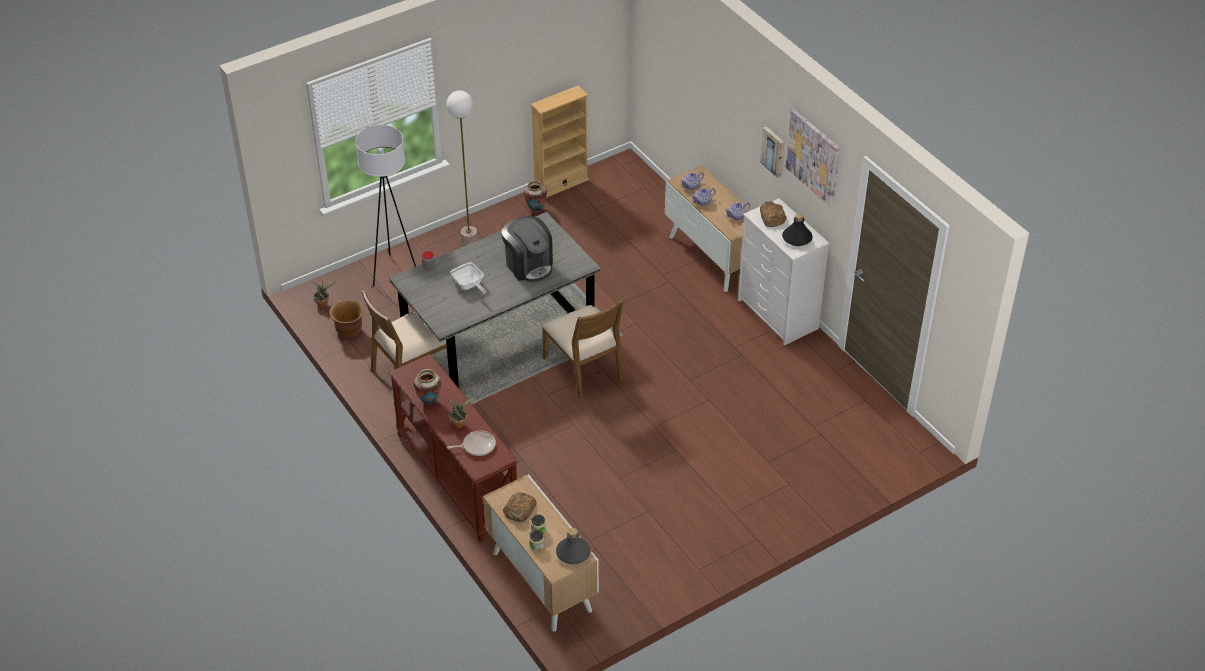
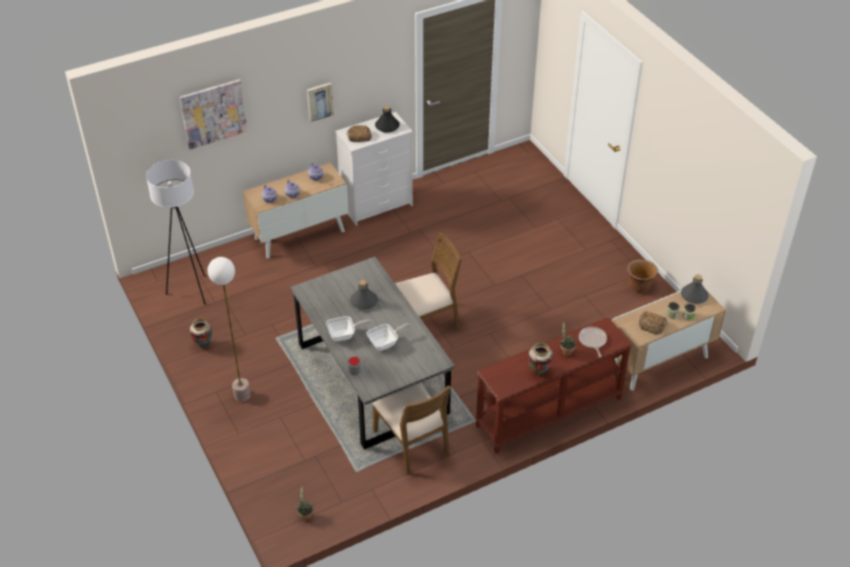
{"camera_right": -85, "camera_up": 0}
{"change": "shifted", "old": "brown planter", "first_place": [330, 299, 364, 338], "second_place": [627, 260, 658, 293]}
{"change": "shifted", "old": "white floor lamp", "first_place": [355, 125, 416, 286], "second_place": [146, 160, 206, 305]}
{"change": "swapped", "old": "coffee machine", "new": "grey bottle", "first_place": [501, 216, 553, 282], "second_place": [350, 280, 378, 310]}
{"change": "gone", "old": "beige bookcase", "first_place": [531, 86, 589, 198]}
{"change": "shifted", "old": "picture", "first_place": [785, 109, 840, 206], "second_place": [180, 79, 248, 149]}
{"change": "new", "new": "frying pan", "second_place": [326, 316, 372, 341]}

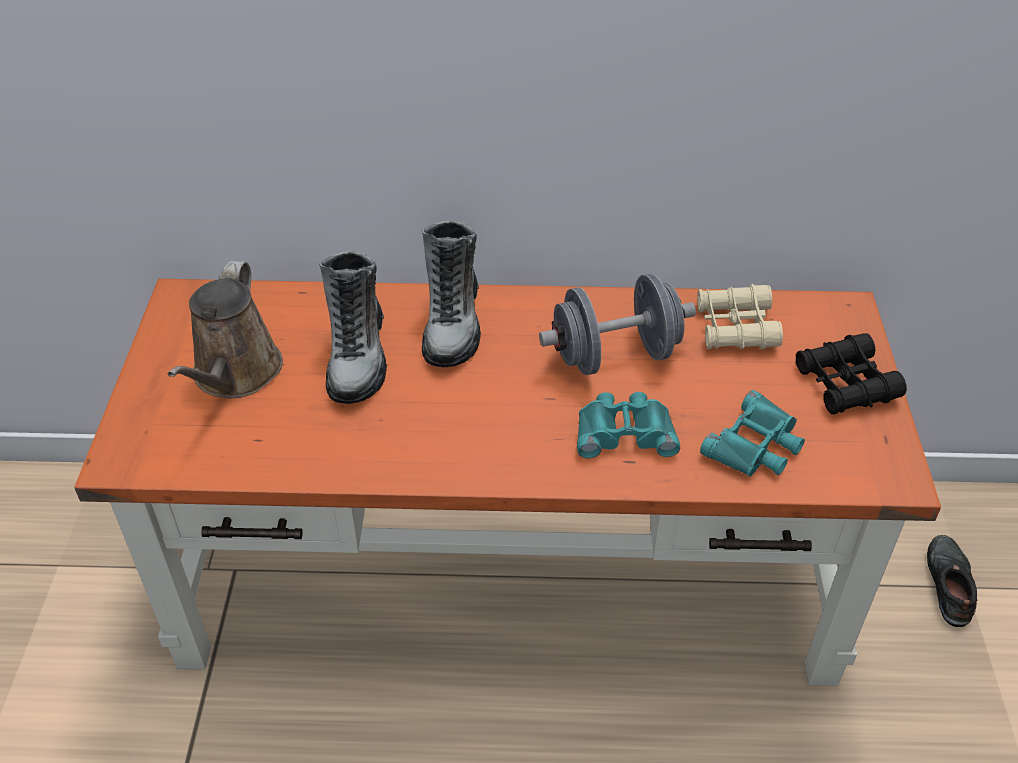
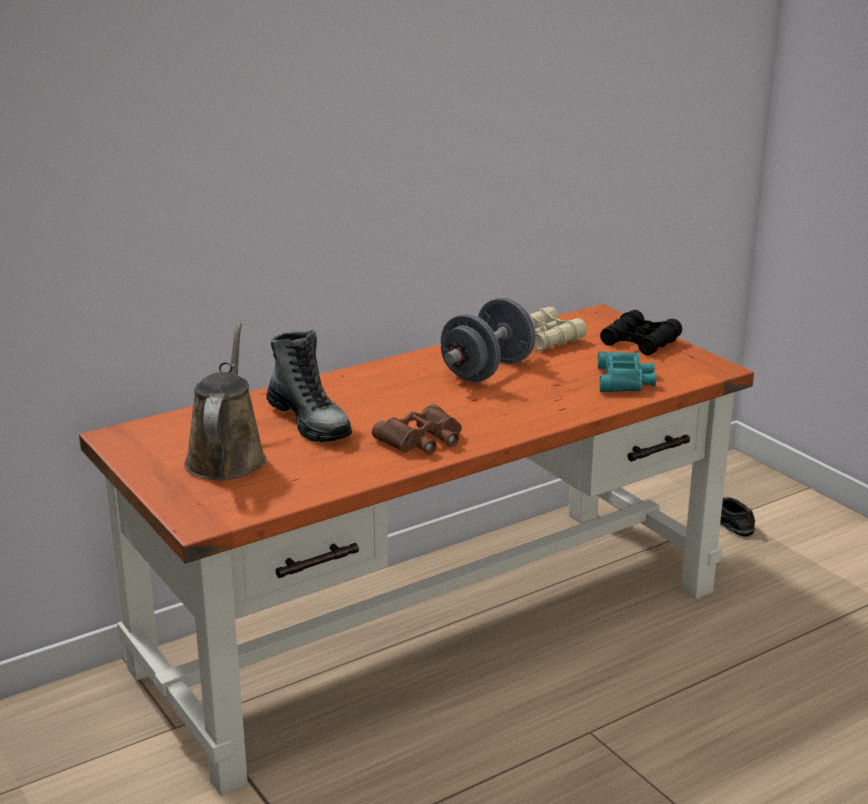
{"camera_right": -35, "camera_up": -20}
{"change": "rotated", "old": "brown watering can", "first_place": [168, 261, 283, 398], "second_place": [184, 323, 267, 480], "degrees": -150}
{"change": "gone", "old": "boot", "first_place": [422, 220, 481, 368]}
{"change": "gone", "old": "turquoise binoculars", "first_place": [577, 392, 680, 458]}
{"change": "new", "new": "brown binoculars", "second_place": [372, 404, 462, 455]}

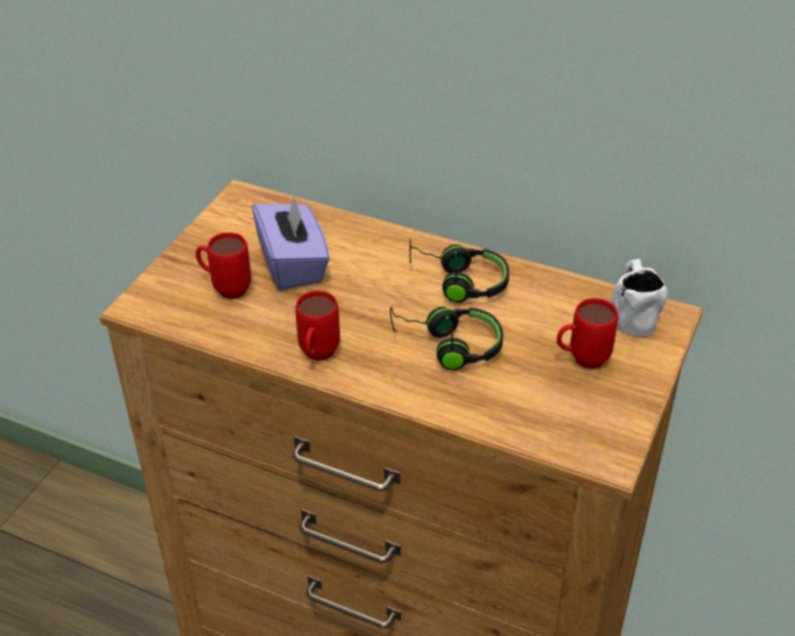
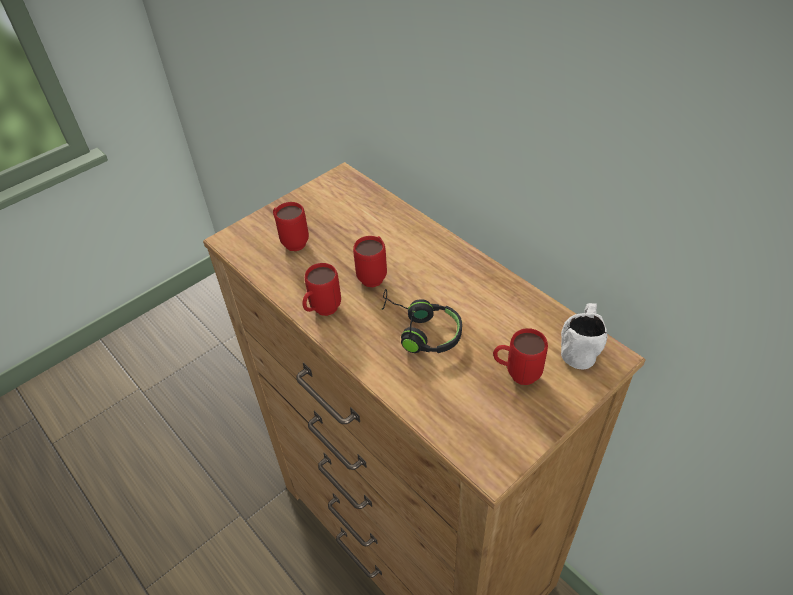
{"camera_right": 25, "camera_up": 5}
{"change": "gone", "old": "purple tissue box", "first_place": [252, 195, 330, 290]}
{"change": "gone", "old": "black headphones", "first_place": [409, 239, 509, 303]}
{"change": "new", "new": "red mug", "second_place": [353, 236, 387, 287]}

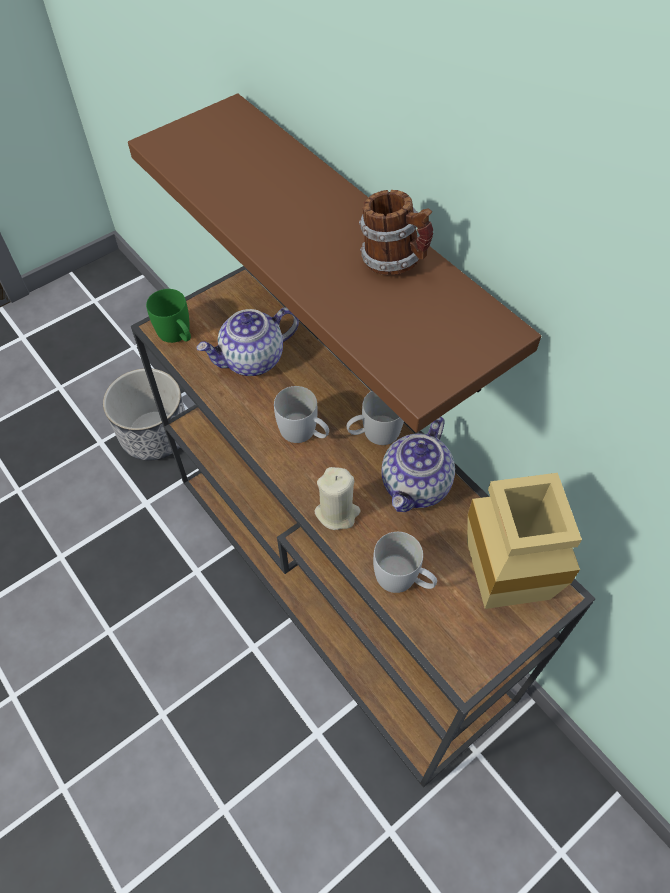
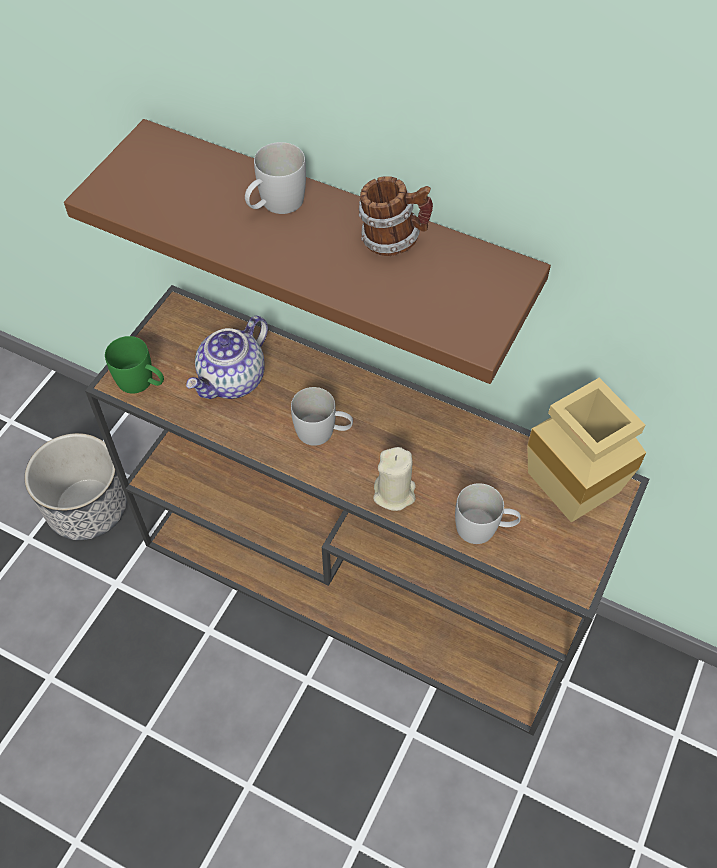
{"camera_right": -25, "camera_up": 0}
{"change": "shifted", "old": "white mug", "first_place": [347, 391, 404, 445], "second_place": [245, 142, 306, 214]}
{"change": "gone", "old": "teapot", "first_place": [381, 417, 455, 512]}

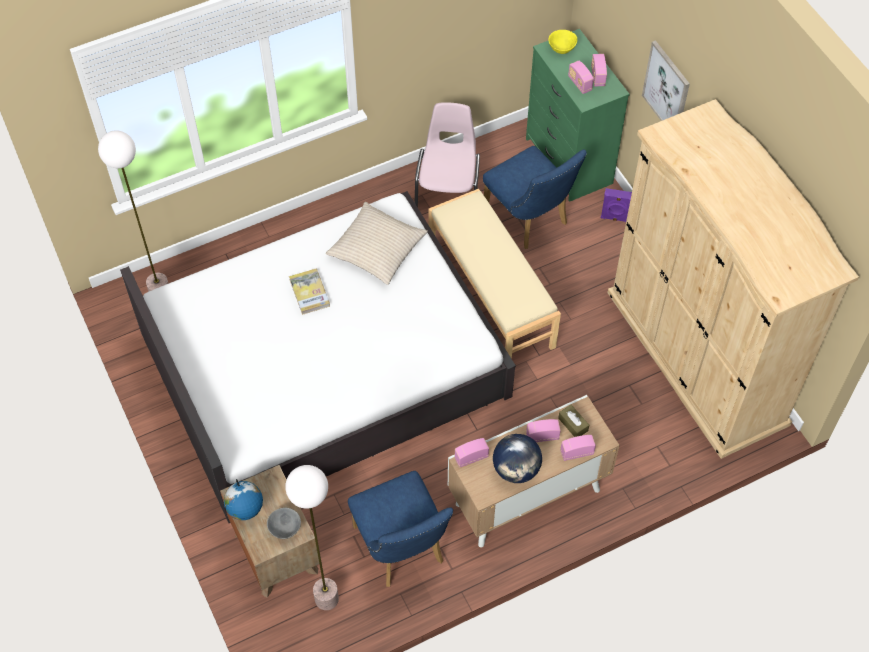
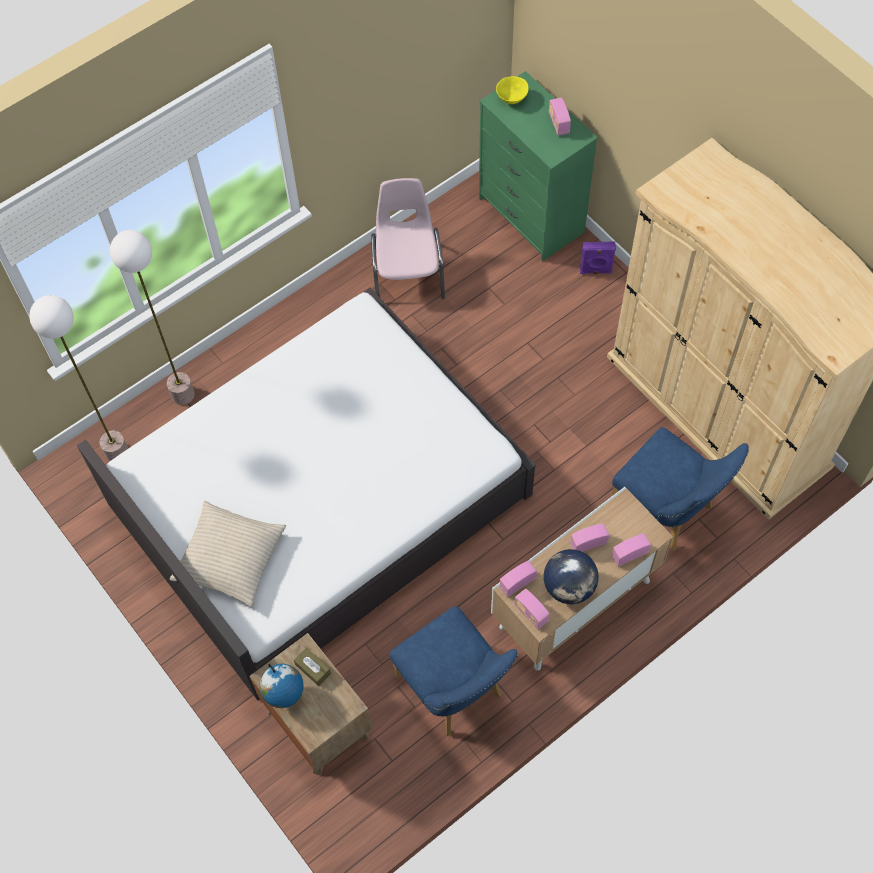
{"camera_right": -10, "camera_up": 5}
{"change": "gone", "old": "grey bowl", "first_place": [267, 508, 301, 539]}
{"change": "shifted", "old": "floor lamp", "first_place": [285, 465, 339, 610], "second_place": [110, 230, 195, 405]}
{"change": "gone", "old": "book", "first_place": [289, 268, 330, 315]}
{"change": "shifted", "old": "beige pillow", "first_place": [326, 202, 428, 285], "second_place": [170, 501, 286, 607]}
{"change": "gone", "old": "beige bench", "first_place": [428, 189, 561, 359]}
{"change": "shifted", "old": "blue chair", "first_place": [483, 146, 587, 249], "second_place": [611, 427, 749, 551]}
{"change": "shifted", "old": "brown tissue box", "first_place": [558, 405, 589, 437], "second_place": [294, 648, 331, 686]}
{"change": "shifted", "old": "radio", "first_place": [568, 60, 594, 94], "second_place": [514, 588, 550, 630]}
{"change": "gone", "old": "picture", "first_place": [642, 40, 690, 121]}

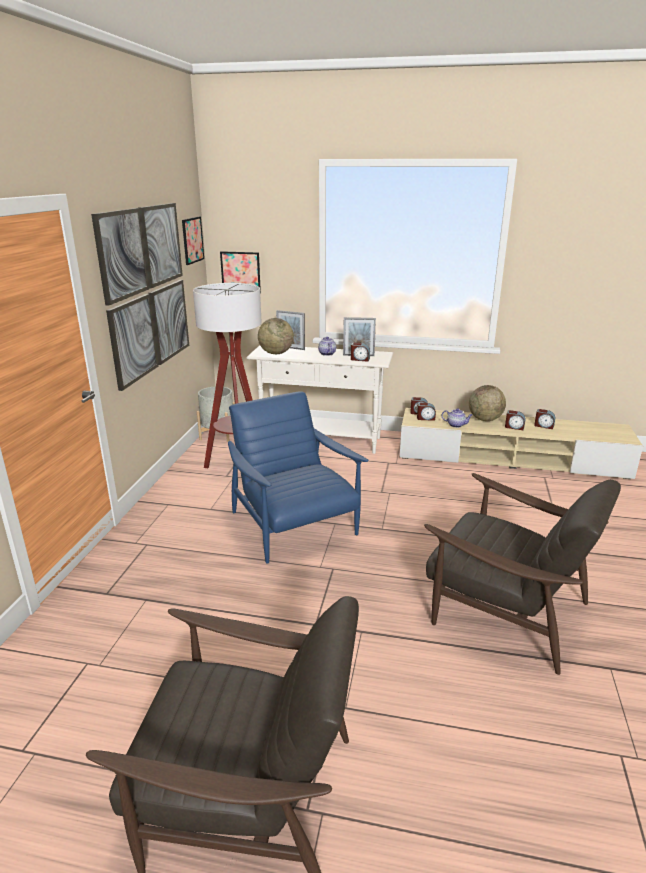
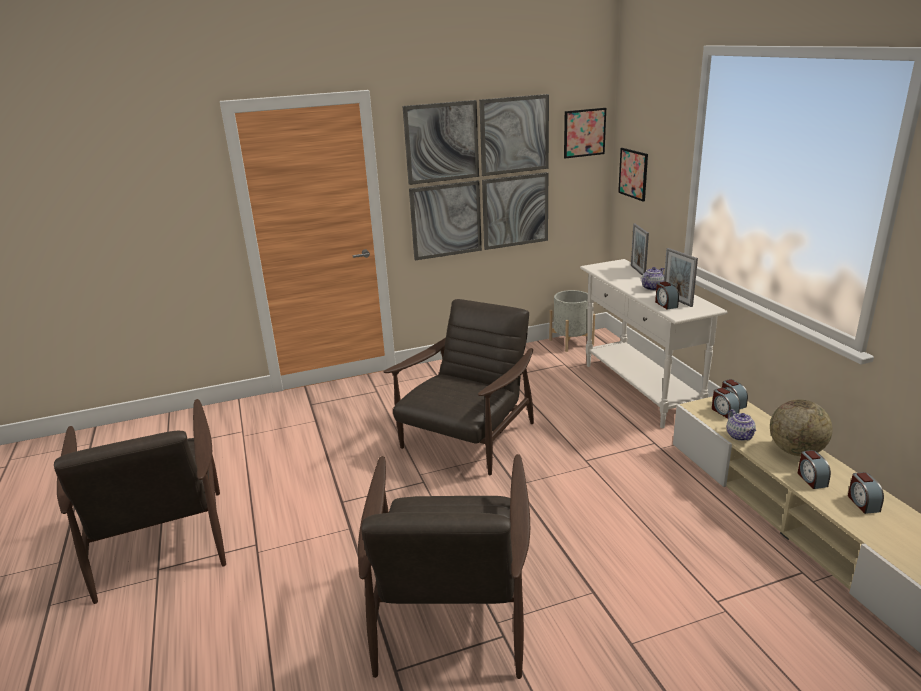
{"camera_right": 60, "camera_up": 0}
{"change": "gone", "old": "floor lamp", "first_place": [193, 283, 262, 468]}
{"change": "repainted", "old": "blue armchair", "new": "brown armchair", "first_place": [228, 391, 369, 564], "second_place": [384, 299, 534, 475]}
{"change": "gone", "old": "globe", "first_place": [258, 318, 294, 354]}

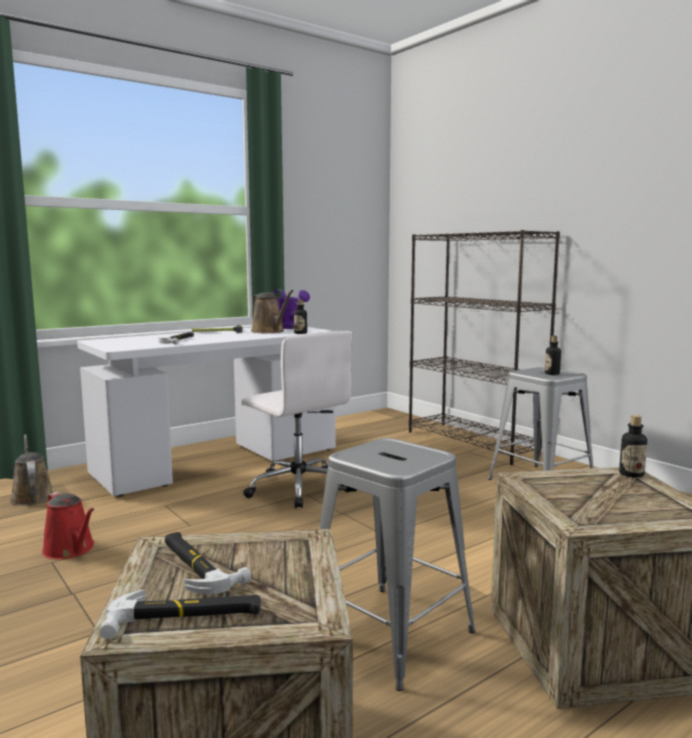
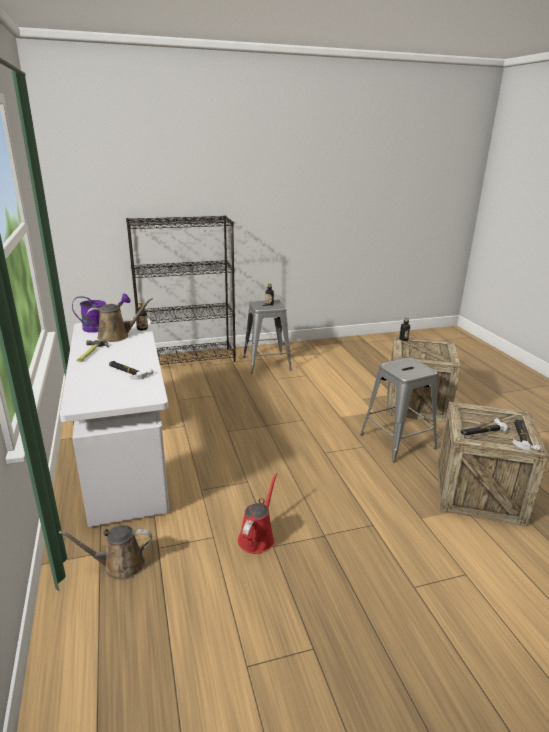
{"camera_right": -70, "camera_up": 15}
{"change": "rotated", "old": "red watering can", "first_place": [42, 491, 94, 559], "second_place": [238, 473, 277, 554], "degrees": -45}
{"change": "gone", "old": "white office chair", "first_place": [241, 330, 352, 508]}

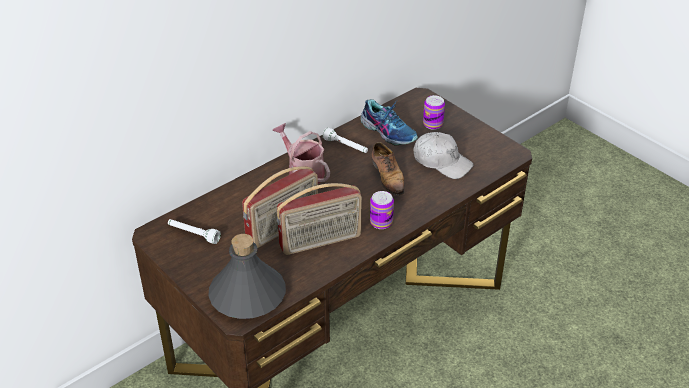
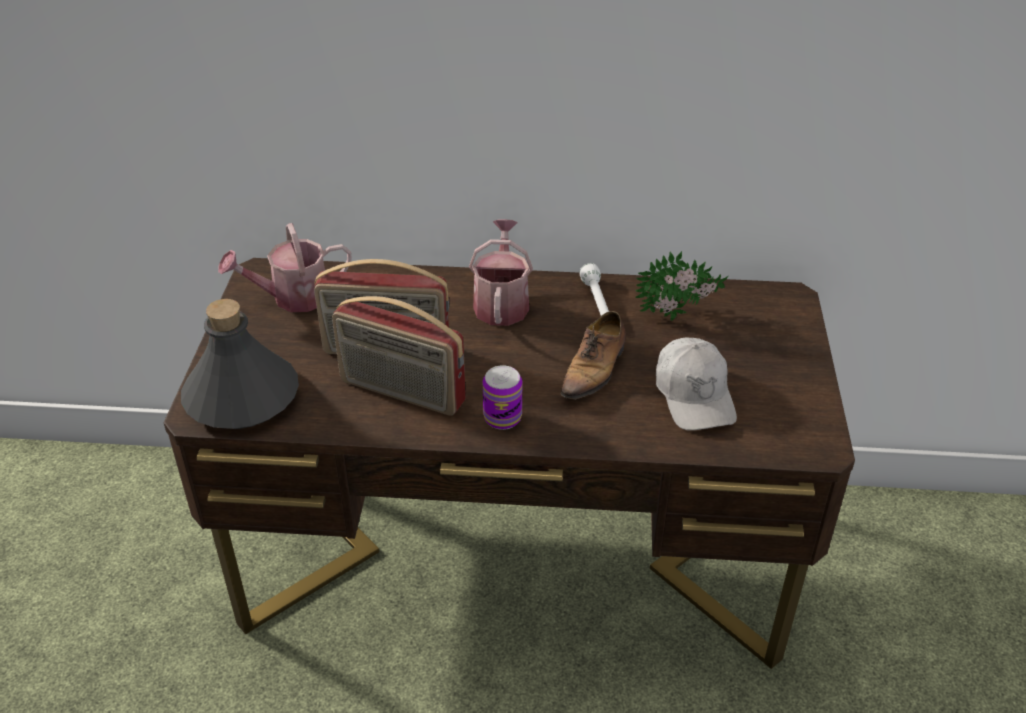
{"camera_right": 45, "camera_up": 0}
{"change": "swapped", "old": "white flashlight", "new": "watering can", "first_place": [168, 219, 221, 244], "second_place": [218, 223, 352, 312]}
{"change": "swapped", "old": "shoe", "new": "potted plant", "first_place": [360, 99, 418, 146], "second_place": [635, 251, 728, 321]}
{"change": "gone", "old": "can", "first_place": [423, 95, 445, 130]}

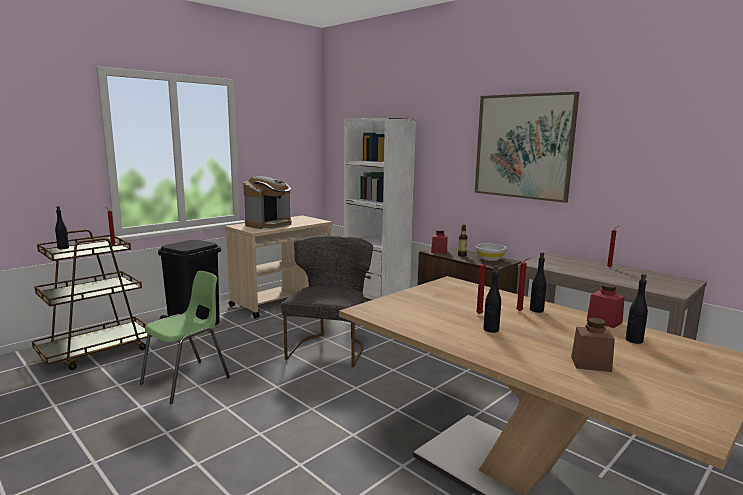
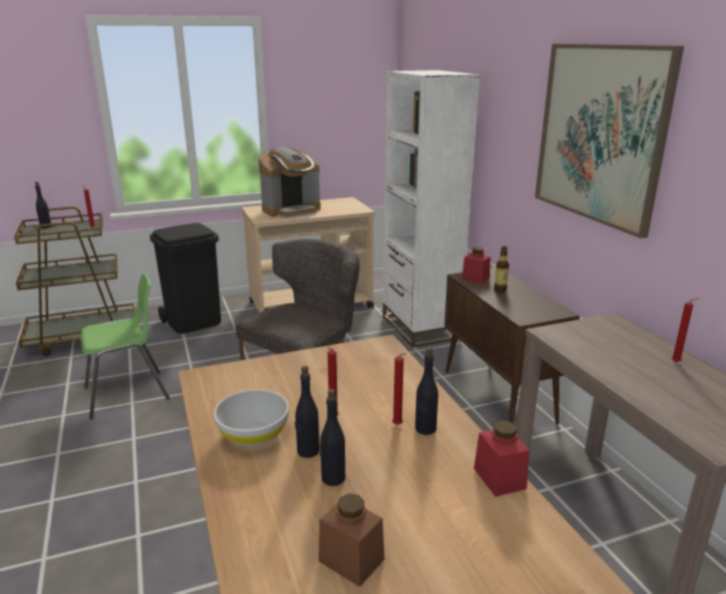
{"camera_right": 25, "camera_up": 10}
{"change": "shifted", "old": "white bowl", "first_place": [476, 244, 507, 261], "second_place": [214, 389, 289, 447]}
{"change": "shifted", "old": "black bottle", "first_place": [625, 274, 648, 344], "second_place": [319, 389, 345, 486]}

